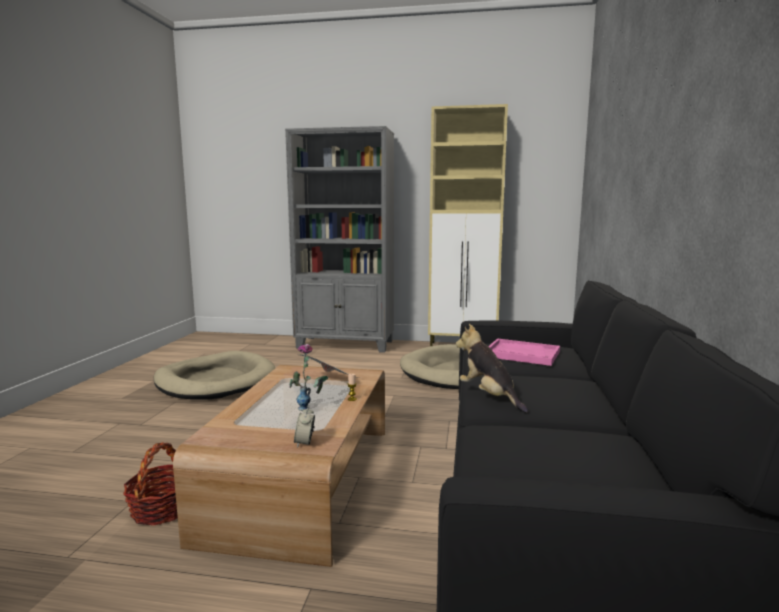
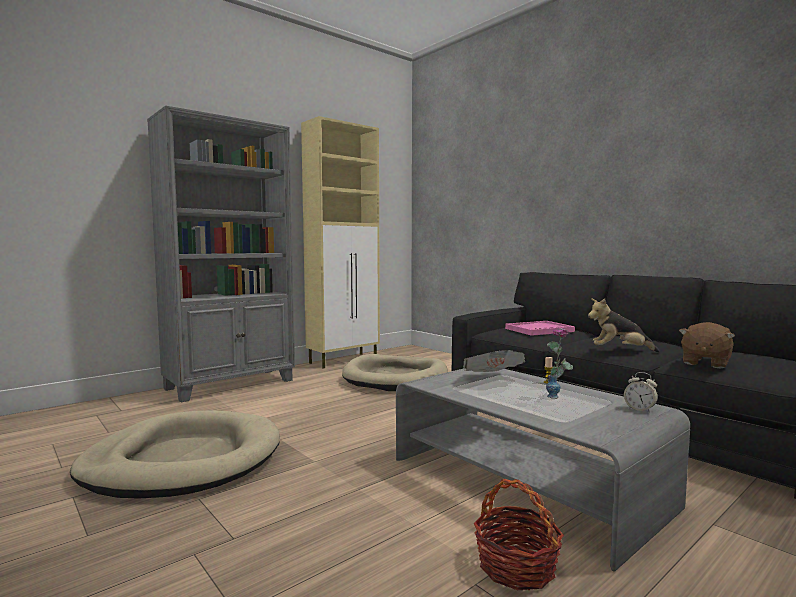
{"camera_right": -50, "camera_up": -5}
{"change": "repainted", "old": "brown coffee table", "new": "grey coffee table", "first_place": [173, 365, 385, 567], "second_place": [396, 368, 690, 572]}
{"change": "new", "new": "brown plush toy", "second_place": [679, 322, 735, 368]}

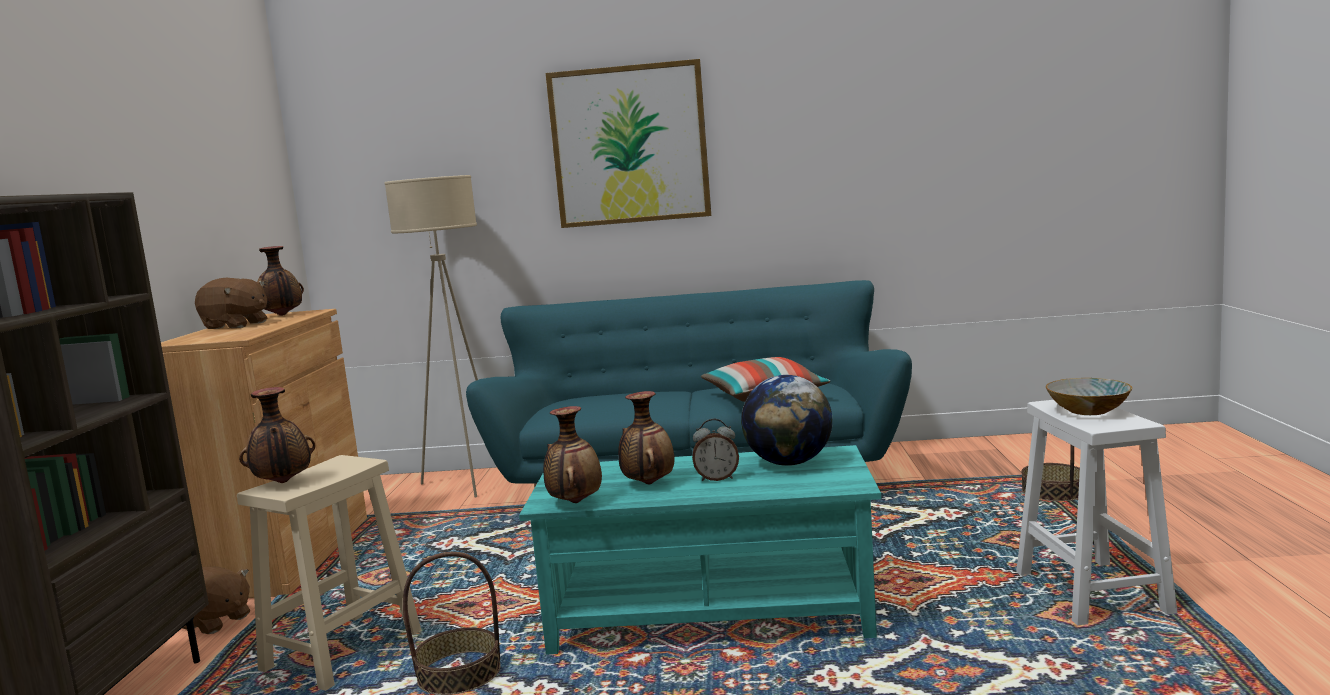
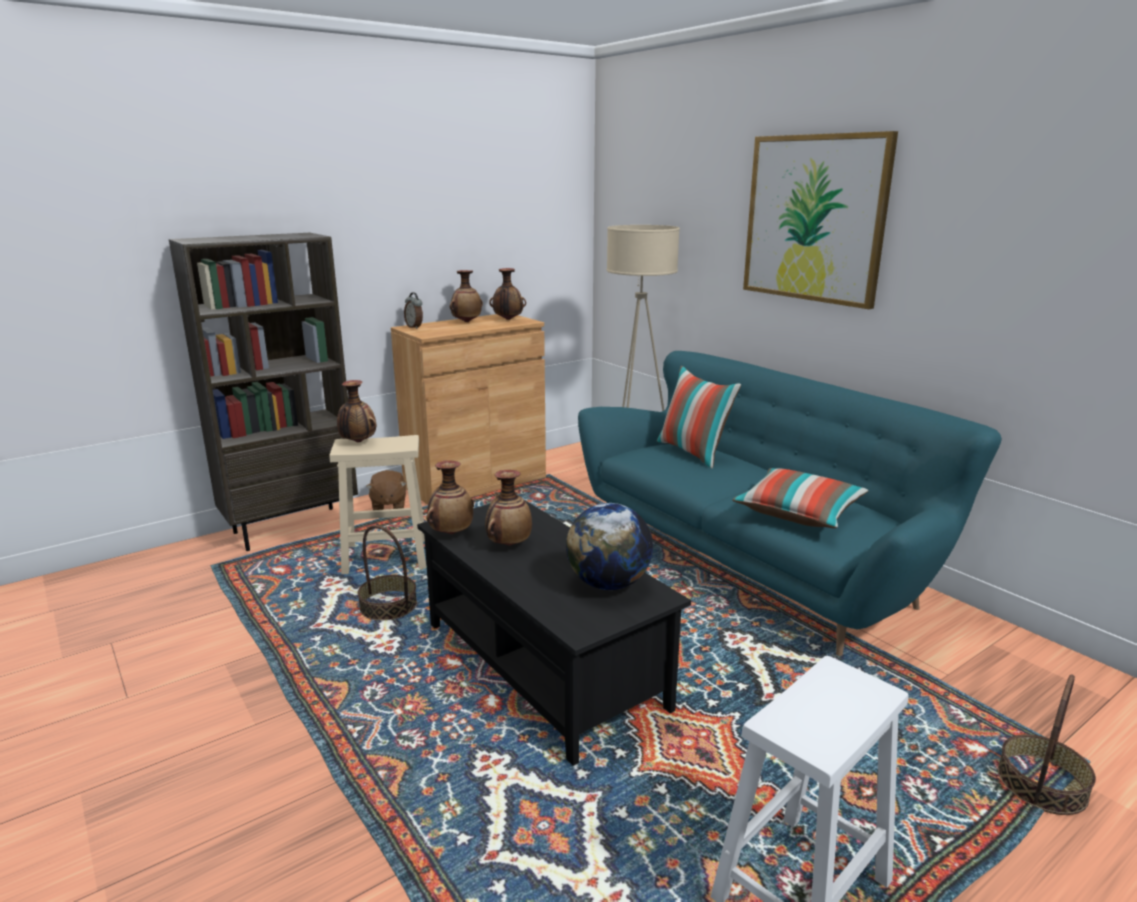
{"camera_right": 50, "camera_up": 10}
{"change": "swapped", "old": "brown plush toy", "new": "vase", "first_place": [195, 278, 267, 329], "second_place": [450, 270, 483, 322]}
{"change": "repainted", "old": "turquoise coffee table", "new": "black coffee table", "first_place": [519, 445, 881, 654], "second_place": [417, 501, 691, 766]}
{"change": "shifted", "old": "alarm clock", "first_place": [692, 419, 739, 481], "second_place": [404, 292, 423, 329]}
{"change": "gone", "old": "bowl", "first_place": [1046, 378, 1132, 415]}
{"change": "new", "new": "pillow", "second_place": [657, 366, 741, 469]}

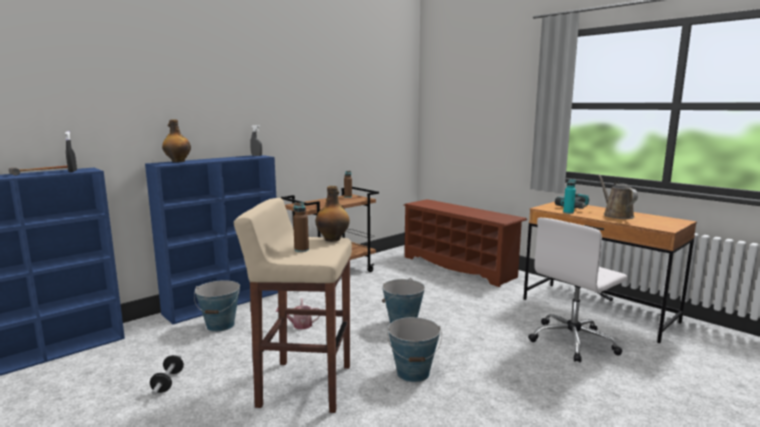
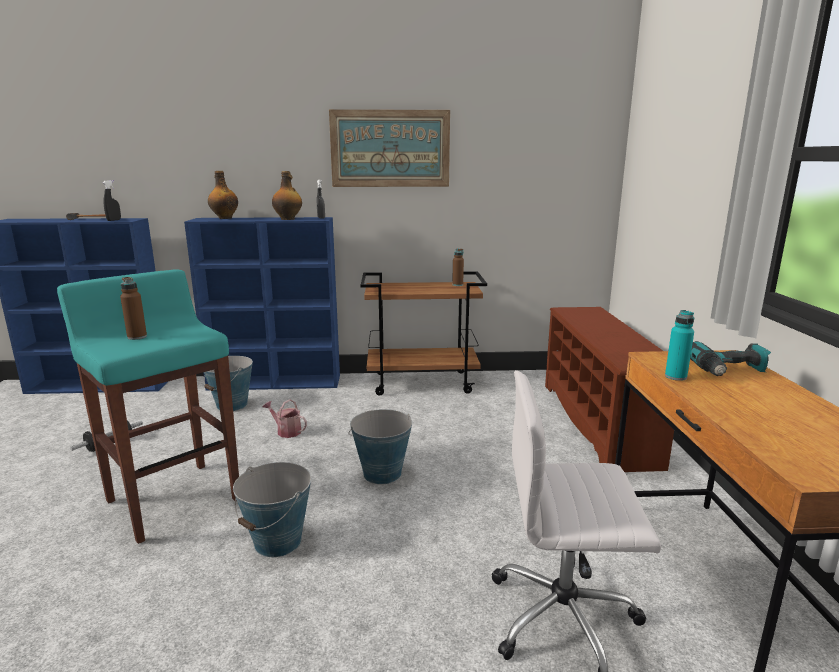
{"camera_right": 40, "camera_up": 5}
{"change": "repainted", "old": "beige stool", "new": "turquoise stool", "first_place": [234, 198, 352, 413], "second_place": [57, 269, 239, 544]}
{"change": "shifted", "old": "bottle", "first_place": [315, 186, 350, 242], "second_place": [272, 171, 302, 220]}
{"change": "gone", "old": "brown watering can", "first_place": [598, 174, 638, 219]}
{"change": "new", "new": "picture", "second_place": [329, 109, 450, 187]}

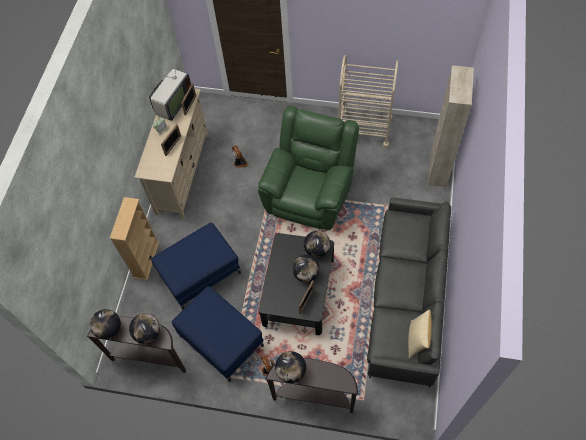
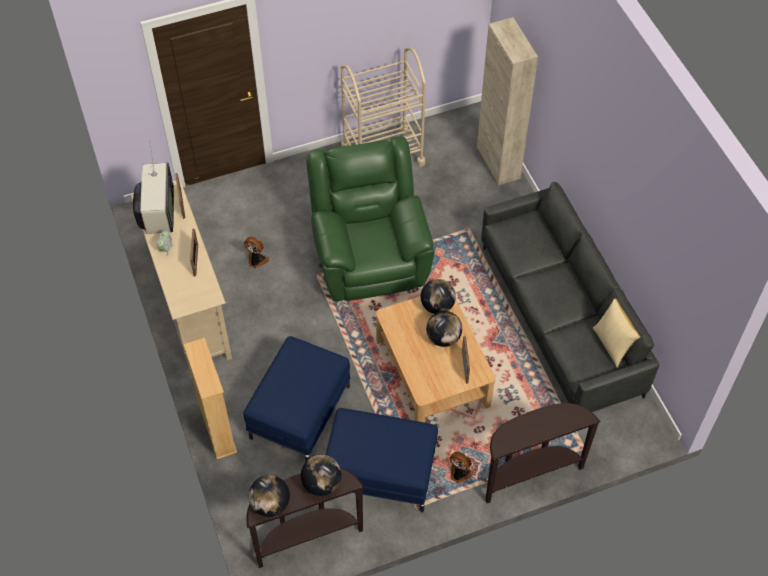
{"camera_right": -35, "camera_up": -5}
{"change": "repainted", "old": "black coffee table", "new": "beige coffee table", "first_place": [259, 233, 334, 335], "second_place": [376, 296, 495, 423]}
{"change": "gone", "old": "globe", "first_place": [275, 351, 306, 383]}

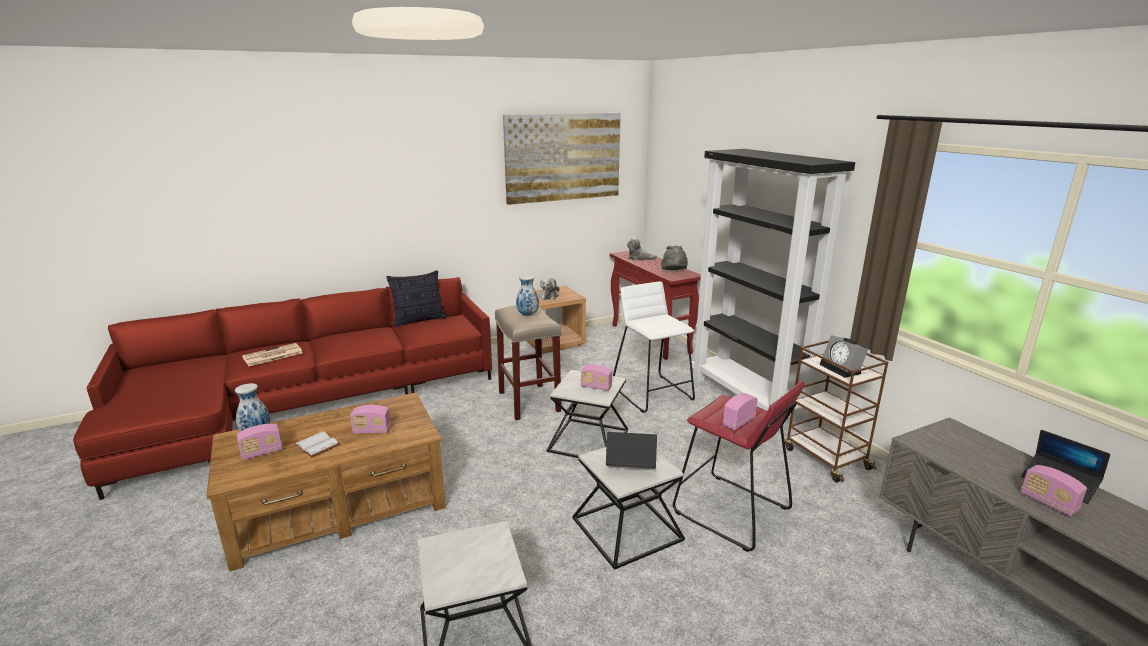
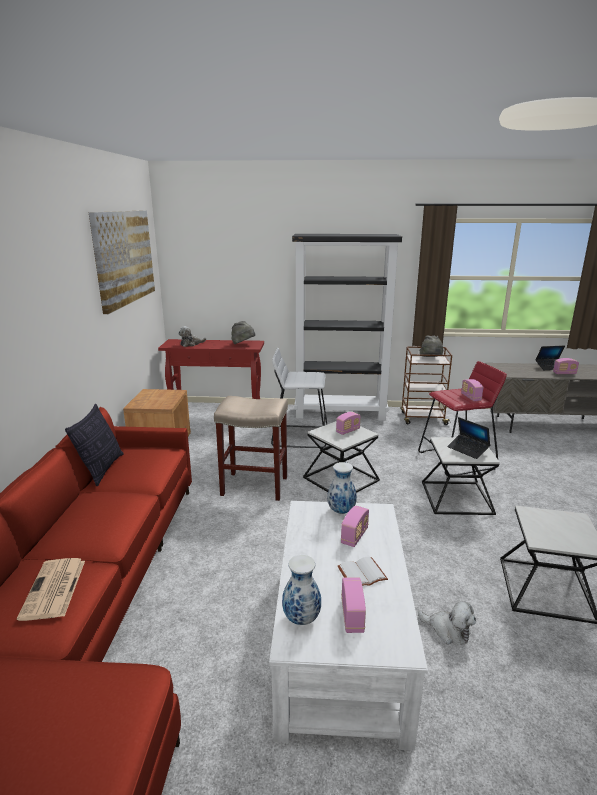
{"camera_right": -60, "camera_up": 0}
{"change": "repainted", "old": "brown coffee table", "new": "white coffee table", "first_place": [207, 392, 446, 572], "second_place": [269, 501, 428, 751]}
{"change": "shifted", "old": "vase", "first_place": [516, 275, 539, 316], "second_place": [327, 462, 357, 514]}
{"change": "shifted", "old": "plush toy", "first_place": [538, 277, 559, 300], "second_place": [418, 601, 476, 645]}
{"change": "rotated", "old": "laptop", "first_place": [606, 432, 657, 469], "second_place": [447, 417, 490, 459], "degrees": -75}
{"change": "swapped", "old": "alarm clock", "new": "grey hat", "first_place": [820, 335, 868, 378], "second_place": [420, 336, 443, 357]}

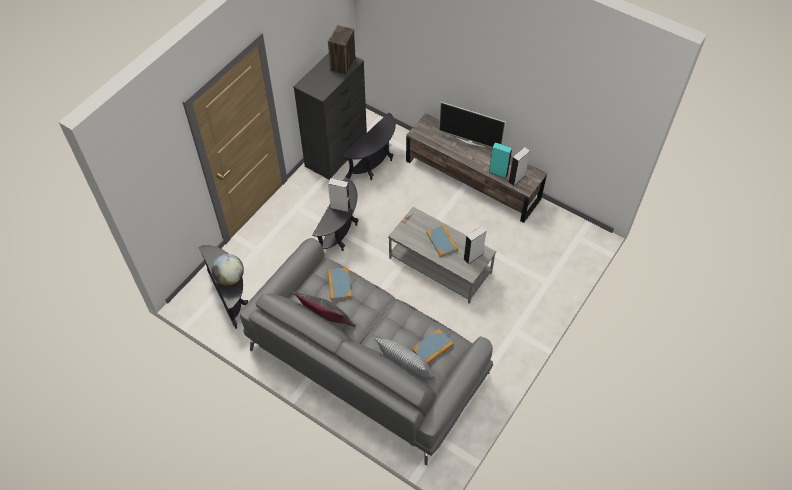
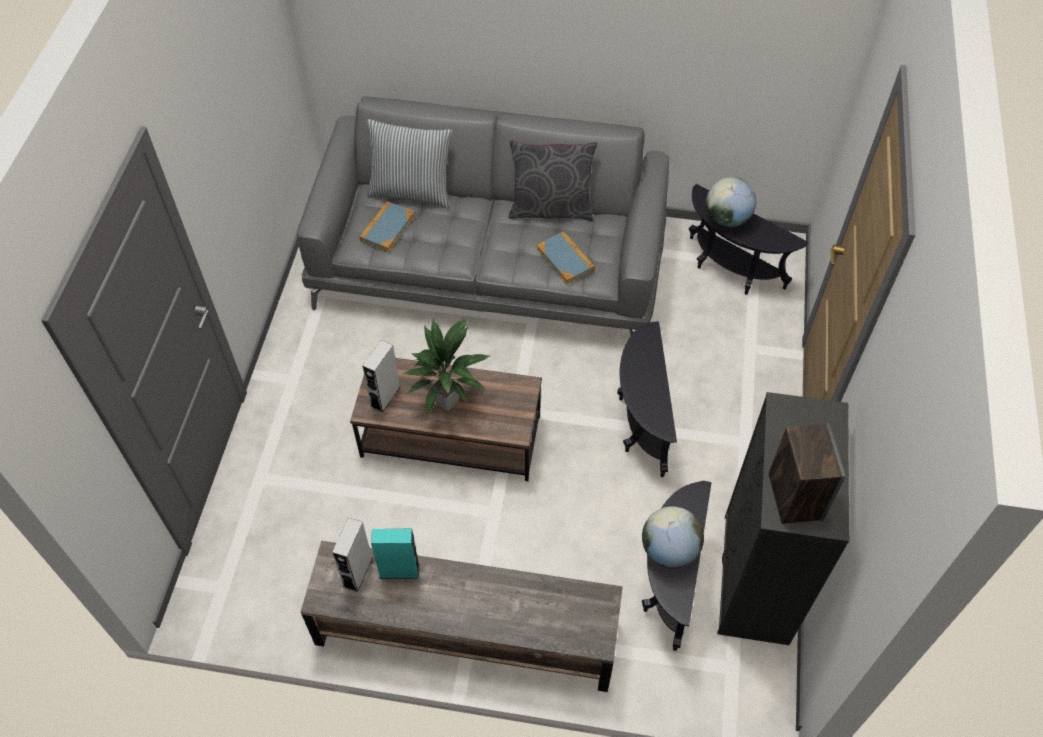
{"camera_right": 155, "camera_up": 0}
{"change": "gone", "old": "grey speaker", "first_place": [328, 178, 350, 212]}
{"change": "repainted", "old": "grey coffee table", "new": "brown coffee table", "first_place": [388, 207, 496, 304], "second_place": [350, 358, 542, 481]}
{"change": "swapped", "old": "book", "new": "potted plant", "first_place": [426, 225, 458, 257], "second_place": [403, 317, 490, 415]}
{"change": "gone", "old": "television", "first_place": [439, 102, 506, 147]}
{"change": "new", "new": "globe", "second_place": [642, 506, 704, 569]}

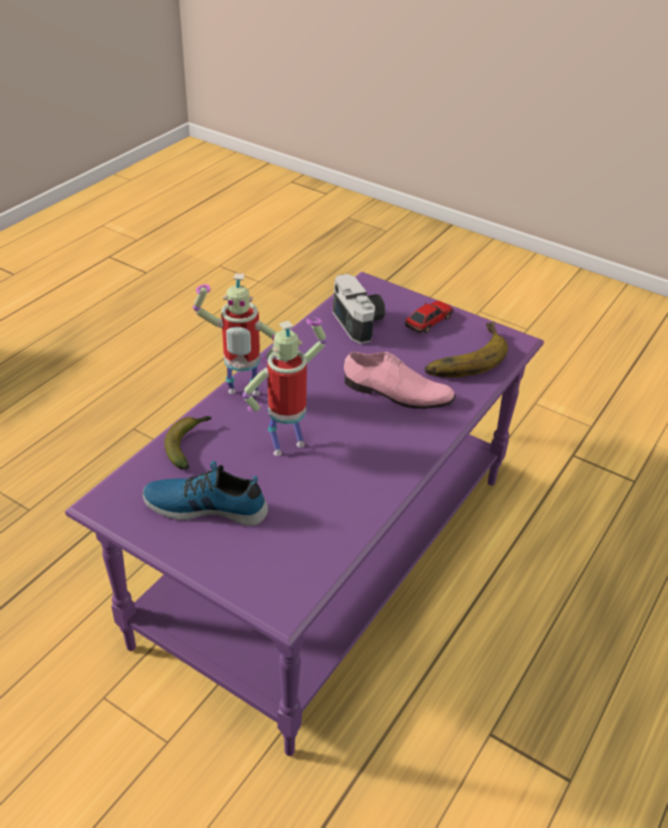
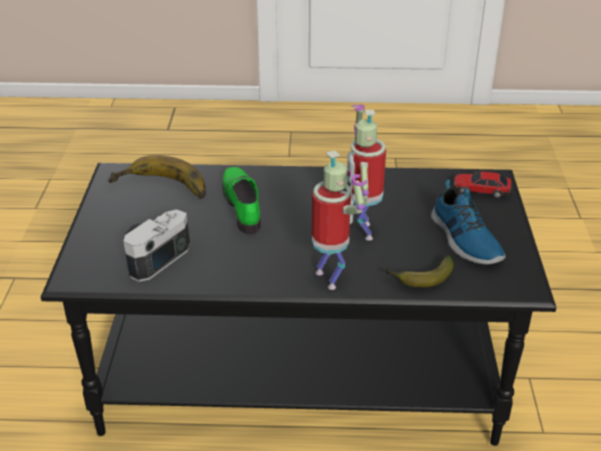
{"camera_right": -120, "camera_up": -5}
{"change": "repainted", "old": "purple coffee table", "new": "black coffee table", "first_place": [65, 272, 544, 756], "second_place": [41, 163, 556, 446]}
{"change": "rotated", "old": "toy robot", "first_place": [242, 317, 327, 456], "second_place": [347, 104, 386, 241], "degrees": 60}
{"change": "repainted", "old": "pink shoe", "new": "green shoe", "first_place": [344, 352, 456, 409], "second_place": [222, 167, 261, 234]}
{"change": "shifted", "old": "toy car", "first_place": [405, 301, 453, 333], "second_place": [453, 171, 511, 198]}

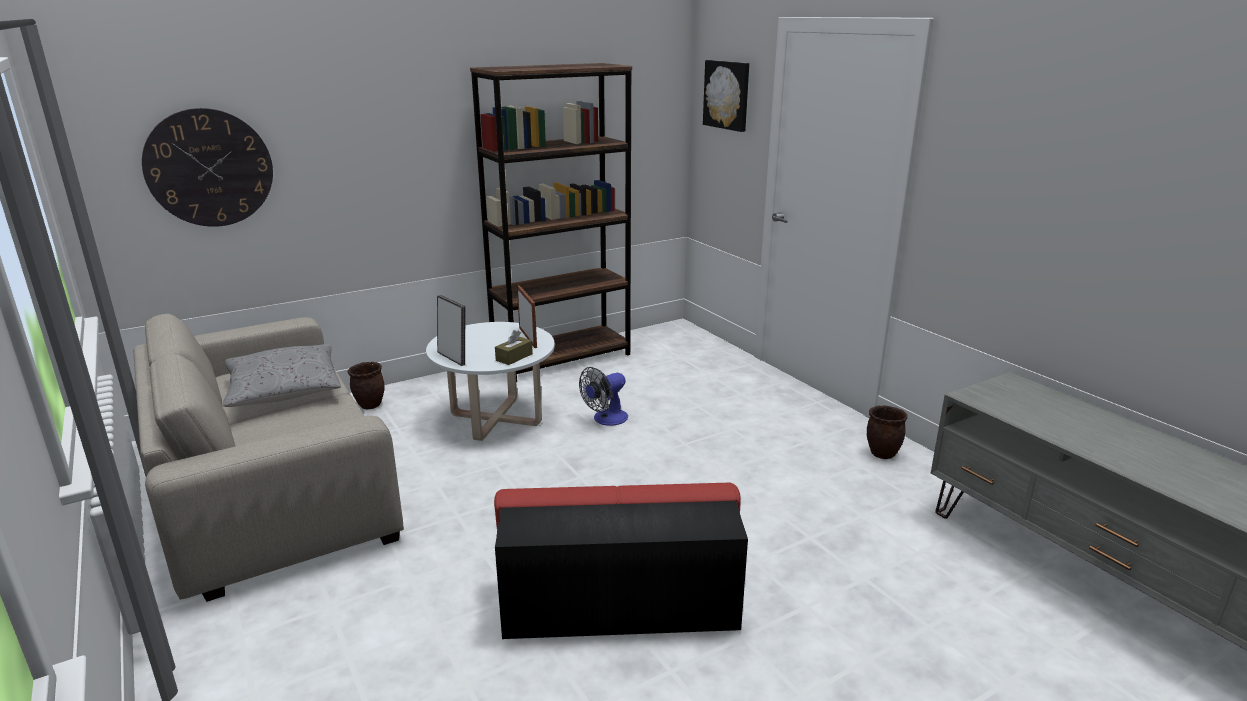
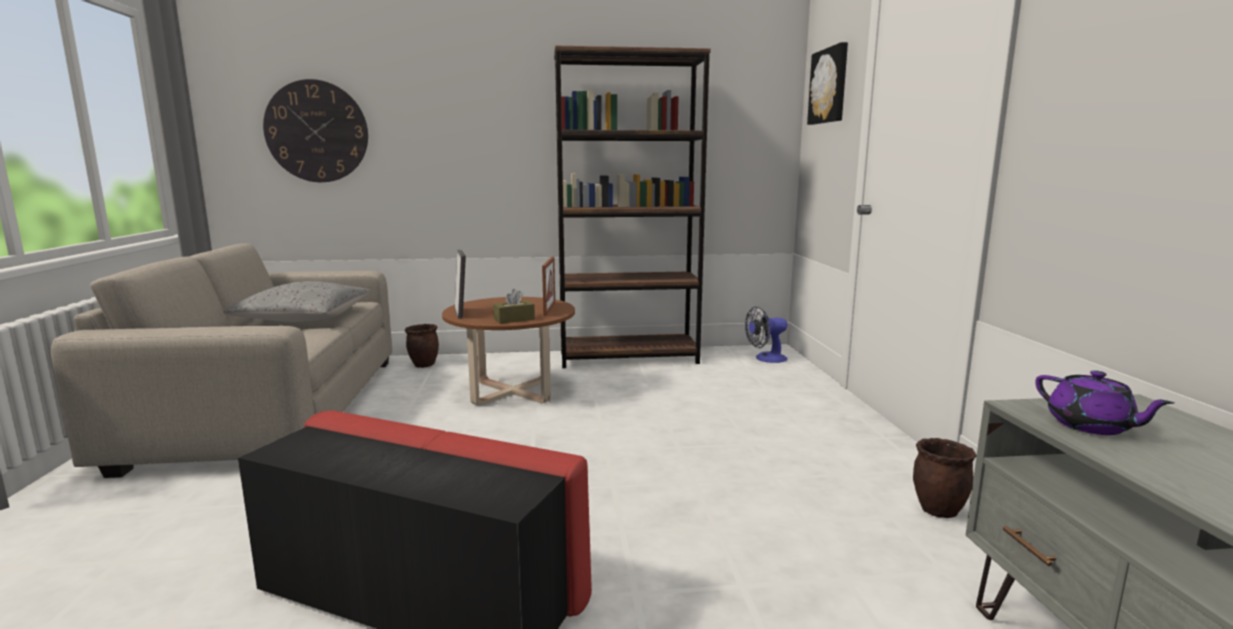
{"camera_right": 25, "camera_up": -10}
{"change": "repainted", "old": "white coffee table", "new": "brown coffee table", "first_place": [426, 322, 555, 441], "second_place": [442, 297, 575, 406]}
{"change": "shifted", "old": "fan", "first_place": [579, 367, 628, 426], "second_place": [745, 306, 788, 363]}
{"change": "new", "new": "purple teapot", "second_place": [1035, 371, 1174, 435]}

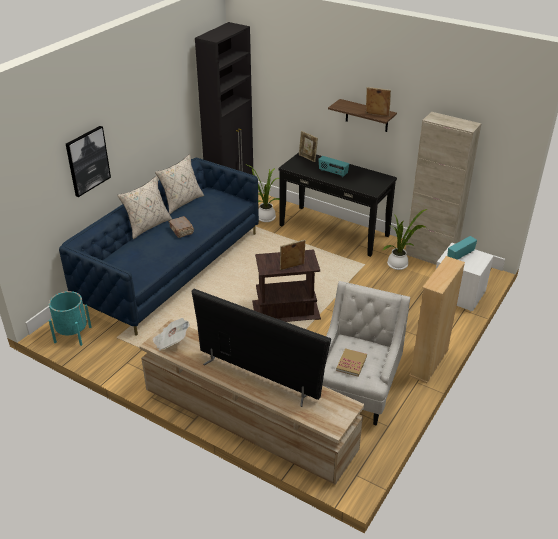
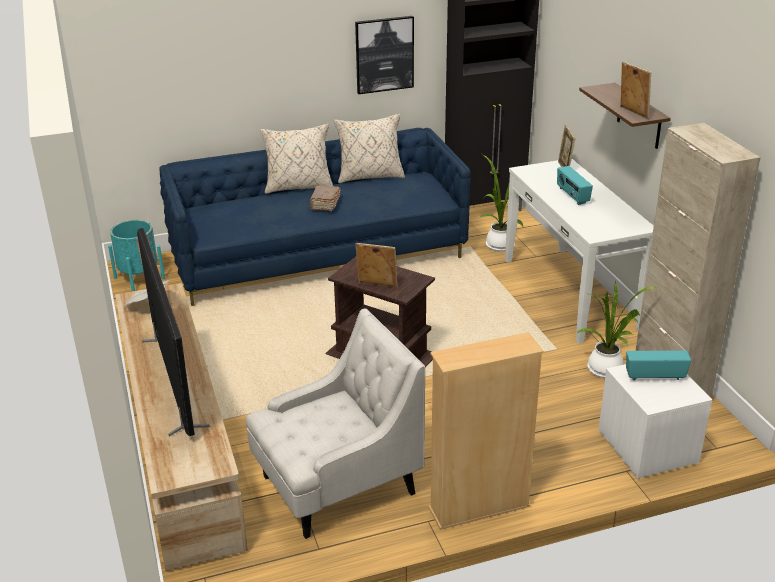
{"camera_right": 40, "camera_up": -5}
{"change": "shifted", "old": "picture", "first_place": [66, 126, 111, 197], "second_place": [355, 16, 414, 94]}
{"change": "repainted", "old": "black console table", "new": "white console table", "first_place": [279, 153, 397, 257], "second_place": [505, 159, 654, 344]}
{"change": "gone", "old": "book", "first_place": [336, 348, 367, 377]}

